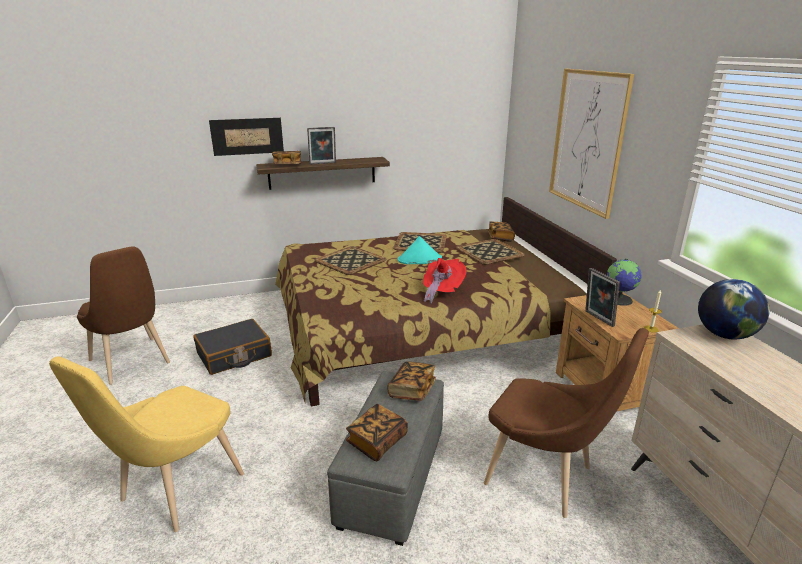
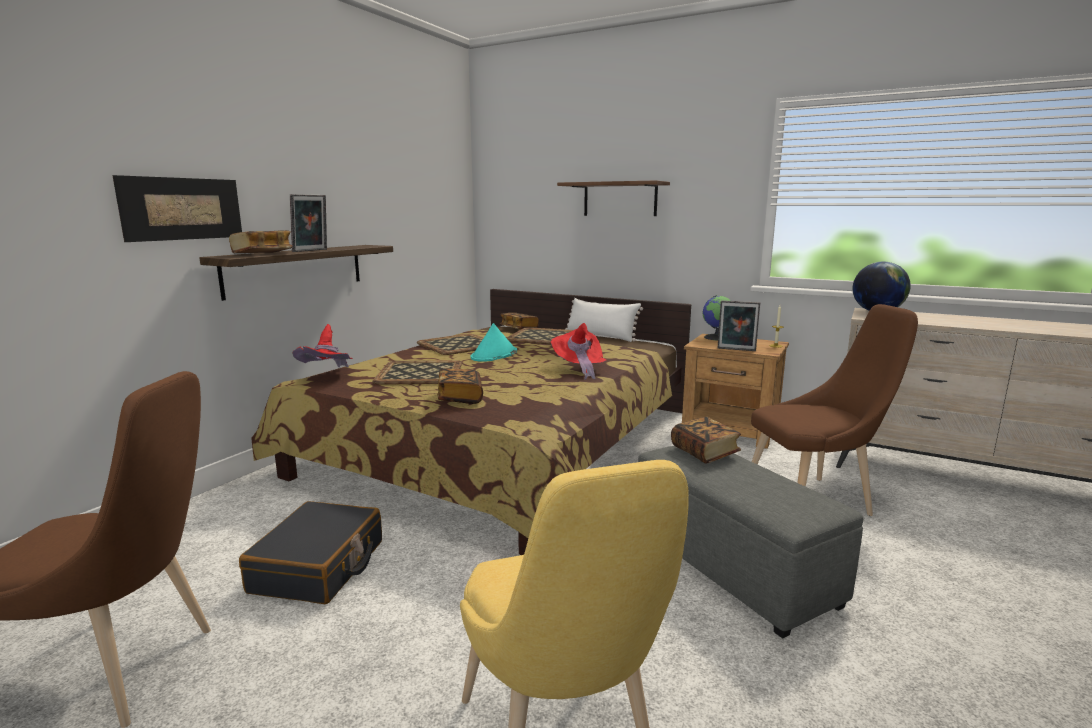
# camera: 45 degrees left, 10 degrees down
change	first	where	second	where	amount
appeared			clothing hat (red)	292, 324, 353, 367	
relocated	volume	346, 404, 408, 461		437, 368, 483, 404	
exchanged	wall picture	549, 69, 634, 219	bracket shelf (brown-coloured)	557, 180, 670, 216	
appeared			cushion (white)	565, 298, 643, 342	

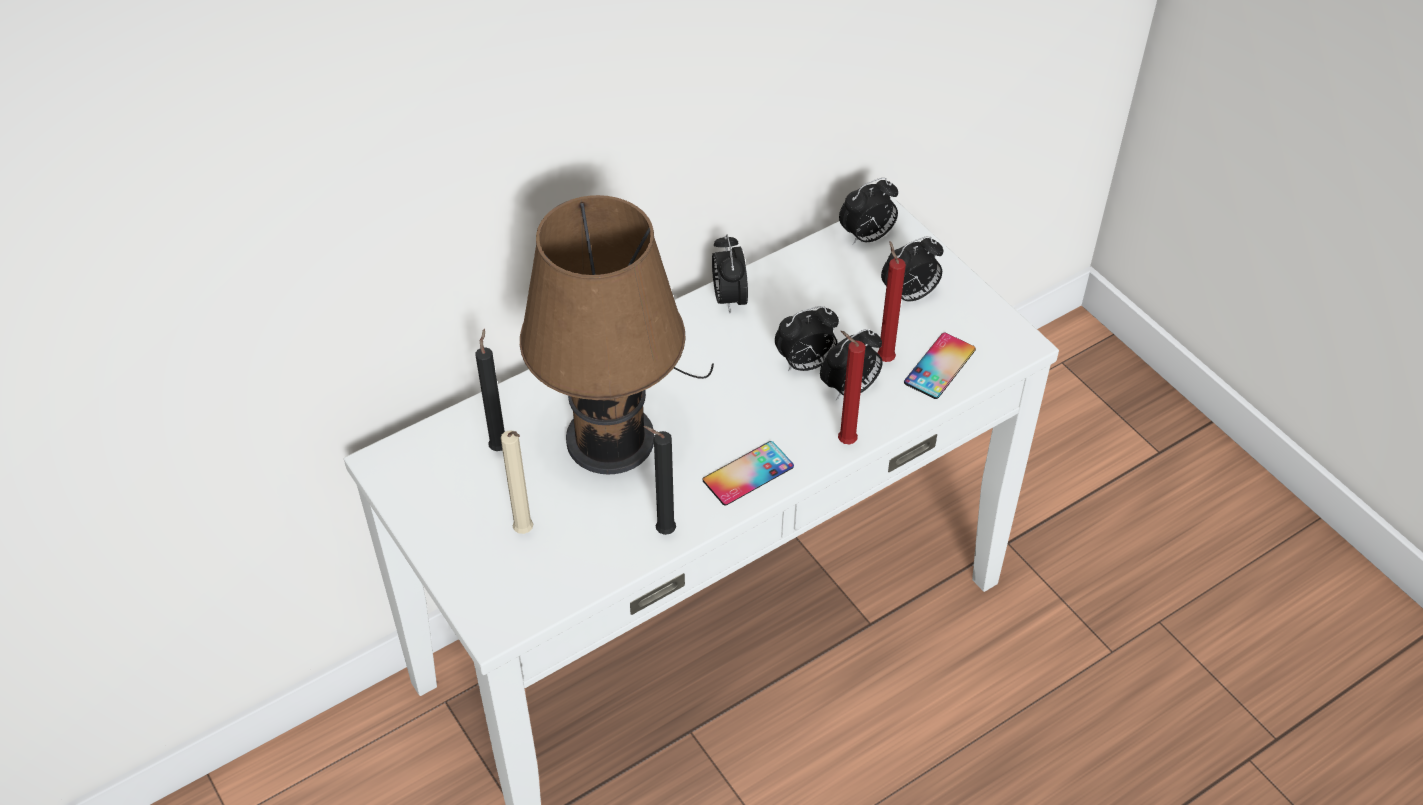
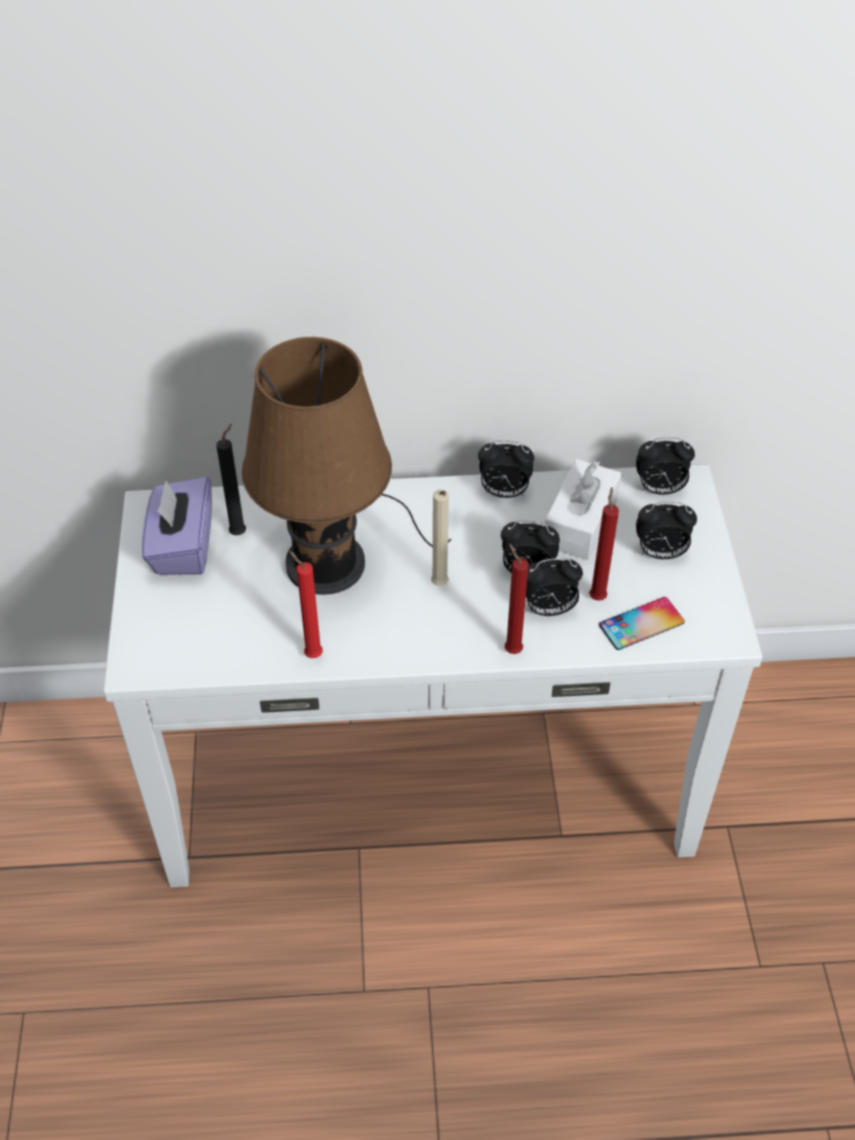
# camera: 30 degrees right, 0 degrees up
change	first	where	second	where	amount
appeared			tissue box (purplish)	142, 477, 212, 575	
colour	wax light (blackish)	643, 426, 676, 535	wax light (red)	289, 551, 323, 658	
relocated	wax light (sand-coloured)	501, 430, 533, 534		431, 490, 449, 586	
spun	table clock	712, 234, 748, 313		478, 440, 534, 498	105 degrees counterclockwise
appeared			tissue box (white)	545, 459, 621, 560	
missing	handset	703, 441, 794, 506			

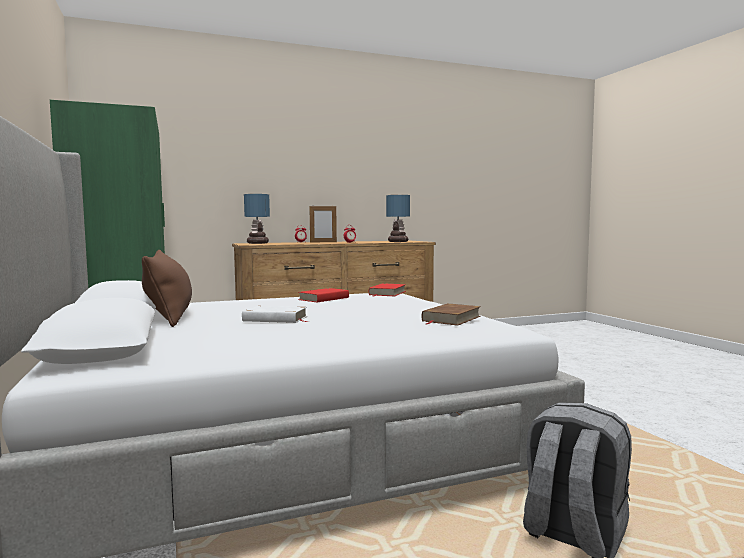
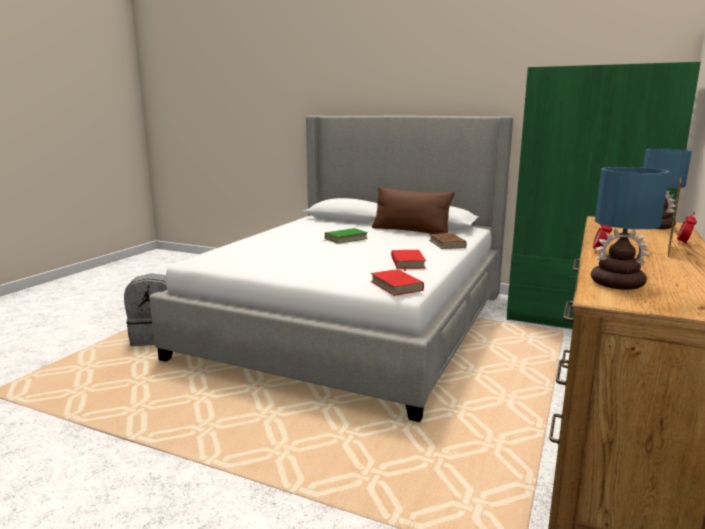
# camera: 135 degrees right, 10 degrees up
change	first	where	second	where	amount
colour	volume (white)	242, 306, 308, 323	volume (green)	324, 228, 368, 244	
relocated	volume (brown-coloured)	422, 303, 481, 326		429, 233, 467, 249	

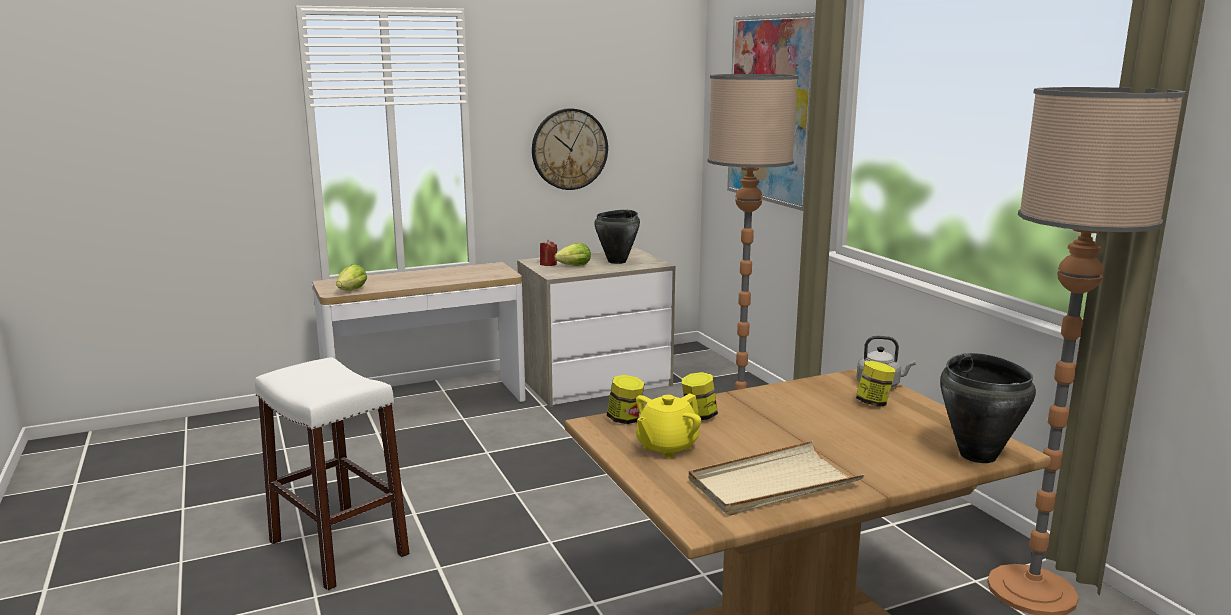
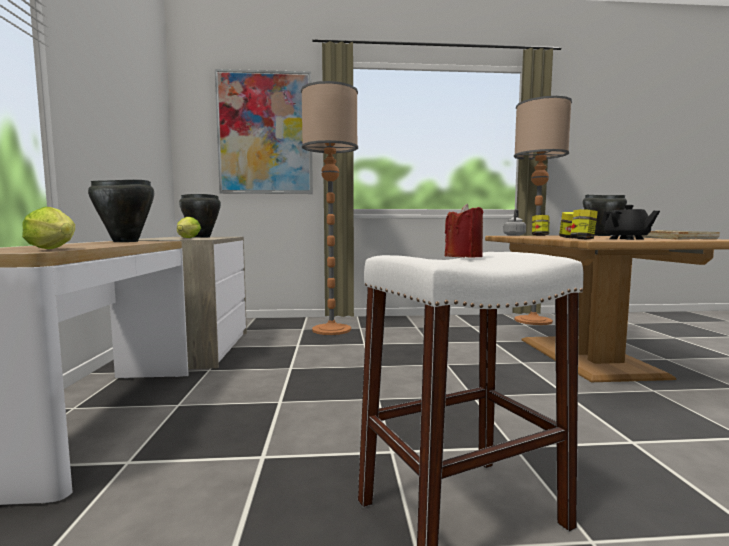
# camera: 70 degrees left, 10 degrees down
change	first	where	second	where	amount
appeared			stockpot (blackish)	88, 180, 154, 242	
relocated	wax light (red)	540, 240, 557, 266		445, 204, 483, 258	
colour	teapot (yellow-coloured)	636, 393, 701, 458	teapot (blackish)	601, 205, 660, 240	
missing	hanging clock	532, 108, 608, 190			

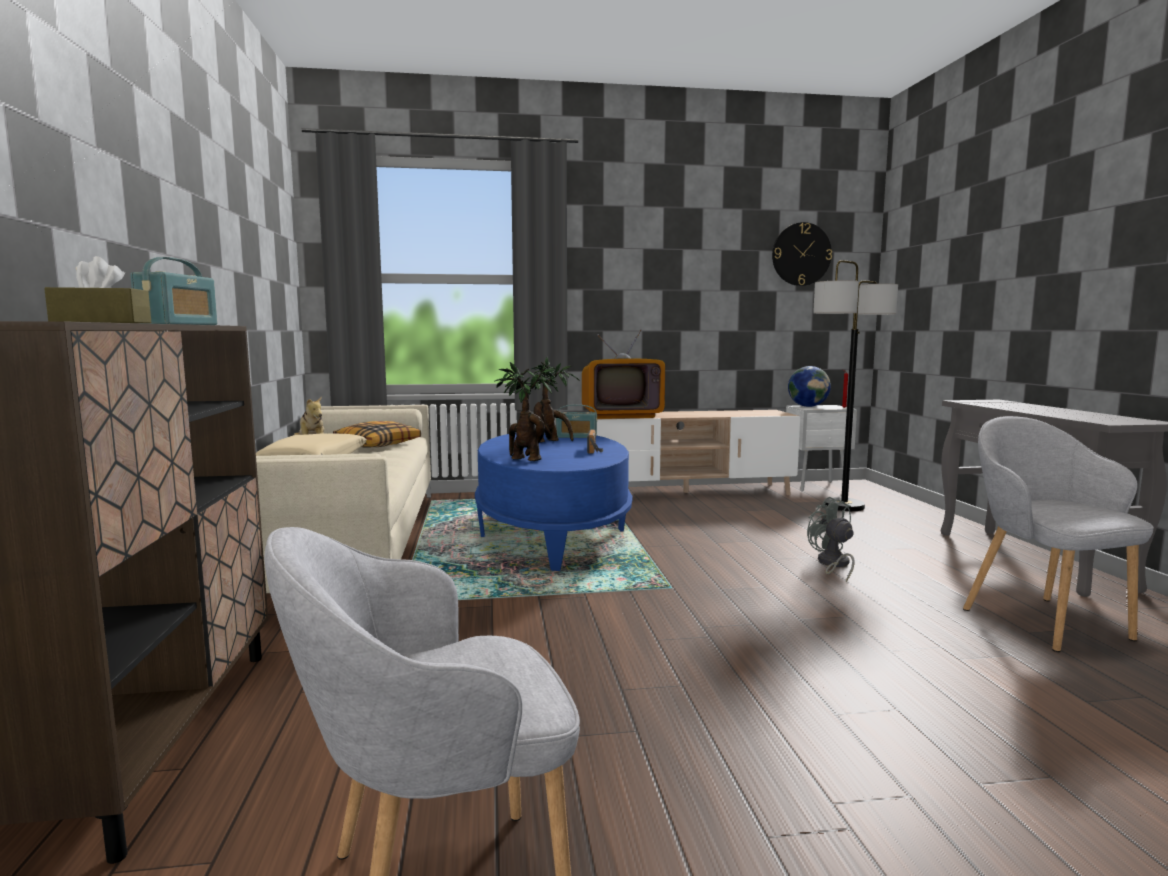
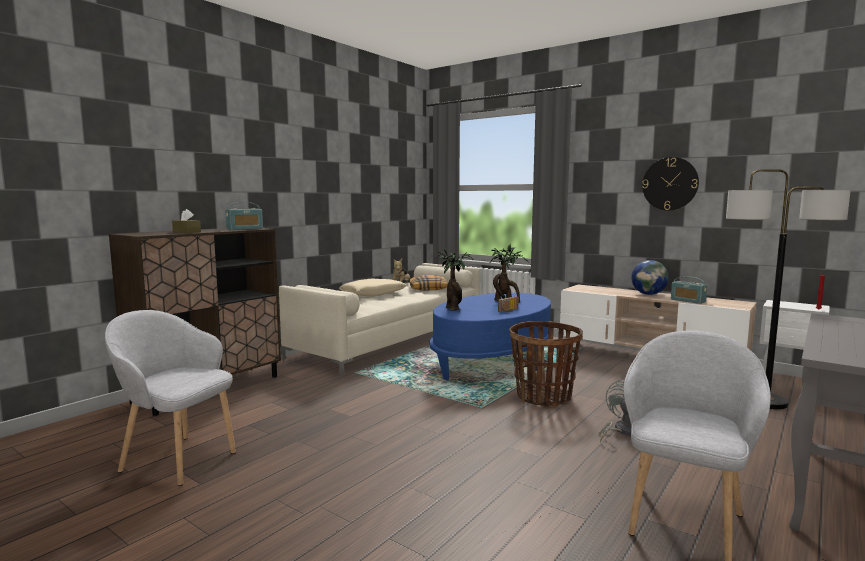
# camera: 45 degrees right, 0 degrees up
change	first	where	second	where	amount
appeared			basket	509, 321, 583, 407	
relocated	globe	788, 366, 831, 407		631, 260, 669, 295	
relocated	hanging clock	772, 222, 832, 286		642, 157, 699, 210	
relocated	radio receiver	556, 405, 597, 438		671, 276, 707, 304	
missing	TV set	582, 329, 665, 419			

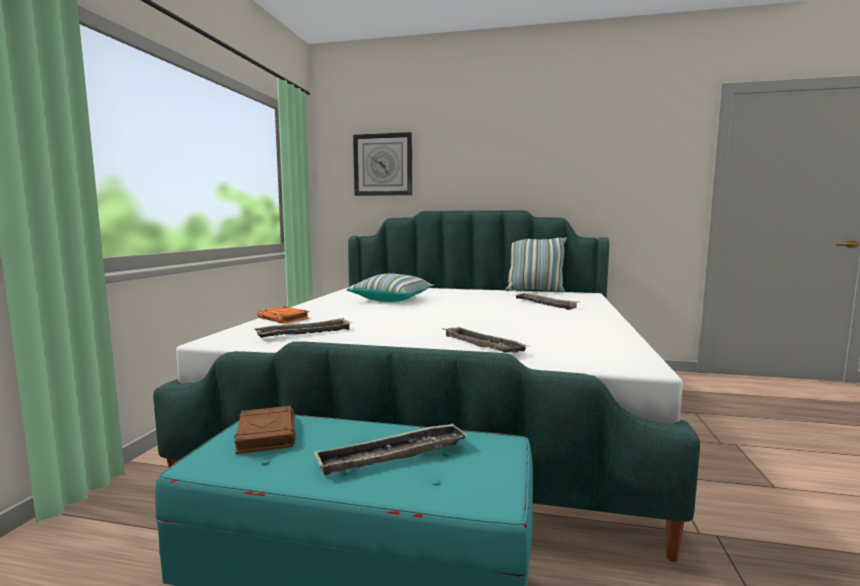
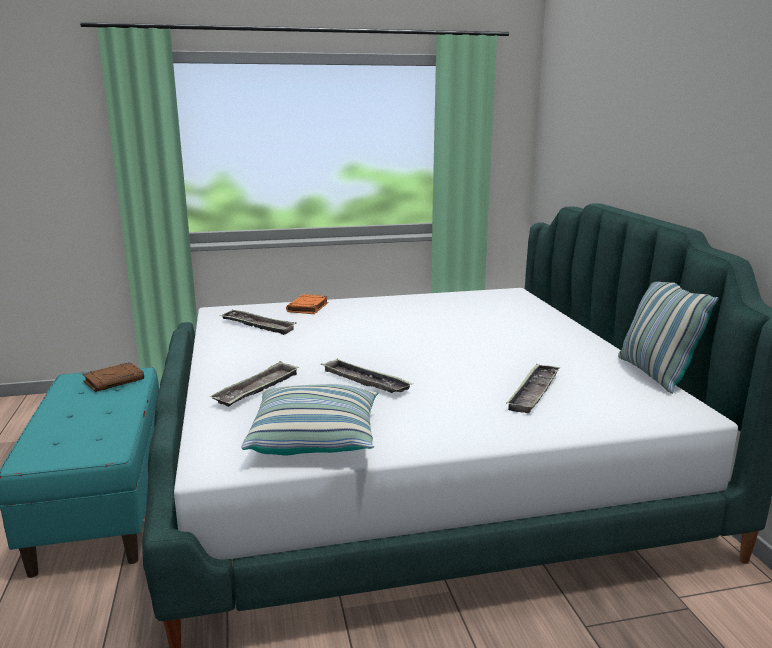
# camera: 65 degrees right, 10 degrees up
change	first	where	second	where	amount
relocated	cushion	347, 273, 434, 302		242, 384, 378, 455	
relocated	tray	313, 423, 468, 475		321, 358, 413, 393	
missing	hanging clock	353, 132, 412, 196			

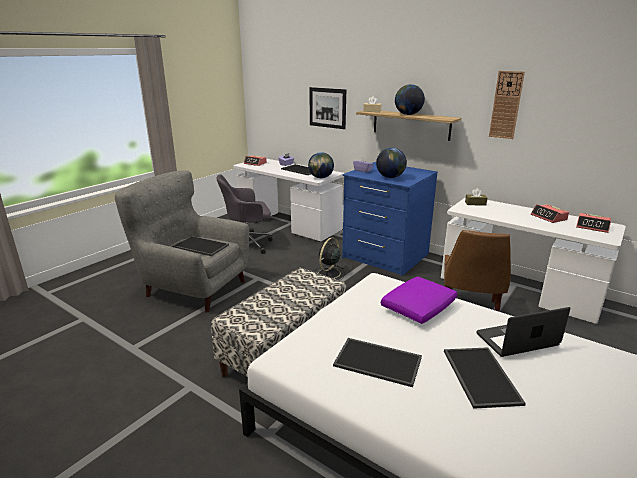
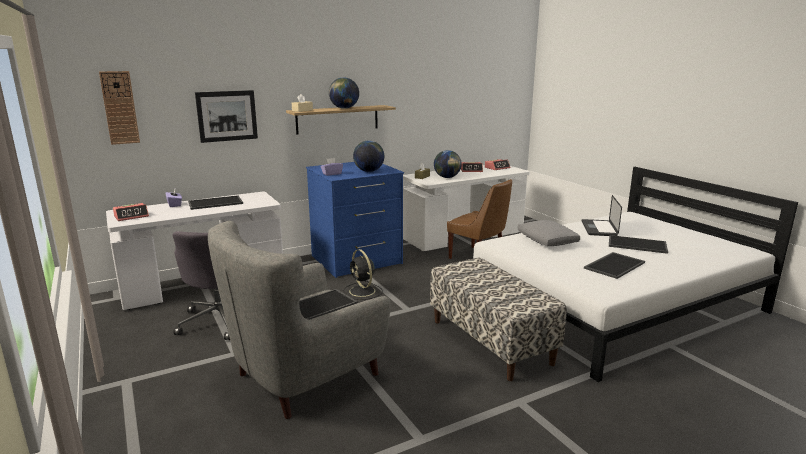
# camera: 65 degrees left, 5 degrees down
change	first	where	second	where	amount
relocated	hanging clock	489, 71, 525, 139		99, 71, 140, 145	
relocated	globe	308, 152, 334, 178		434, 150, 462, 178	
colour	cushion (purplish)	381, 277, 457, 324	cushion (gray)	518, 220, 580, 246	

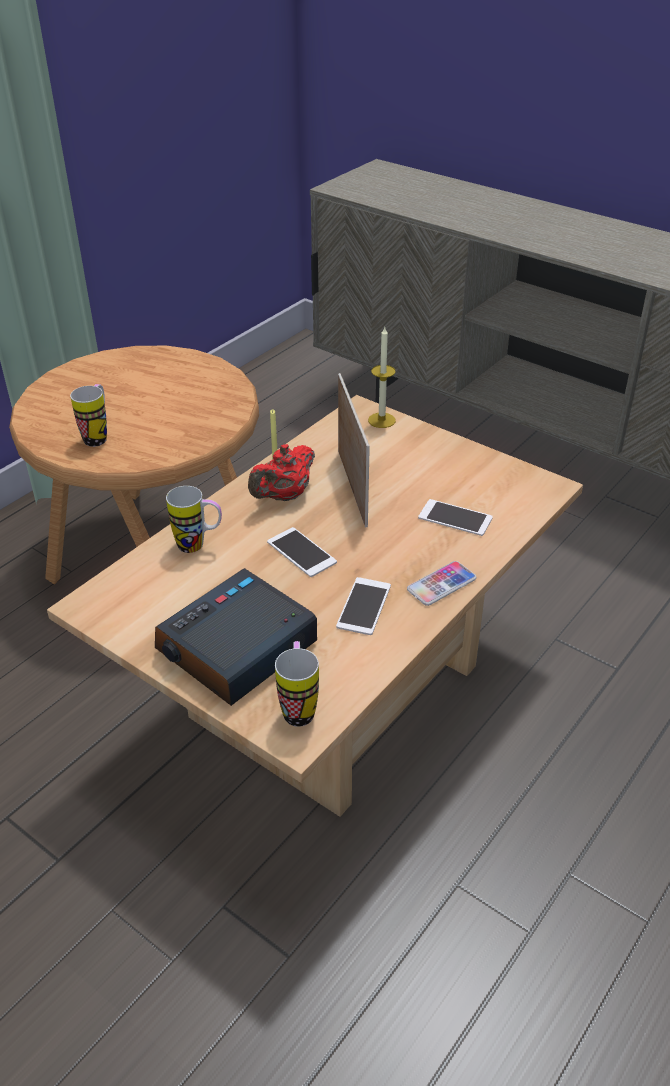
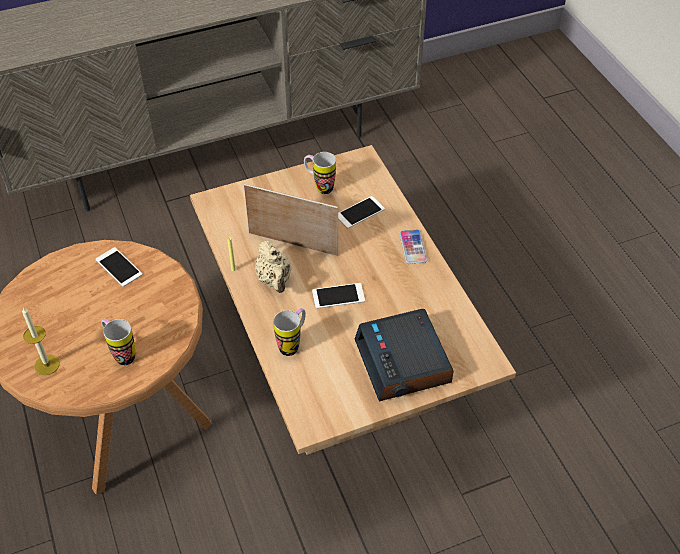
# camera: 60 degrees left, 10 degrees up
change	first	where	second	where	amount
relocated	wax light	368, 327, 396, 428		22, 307, 60, 375	
relocated	handset	336, 577, 391, 635		95, 247, 143, 287	
colour	teapot (red)	248, 444, 315, 501	teapot (sand-coloured)	255, 241, 292, 293	
relocated	tea mug	275, 641, 319, 727		304, 152, 336, 194	

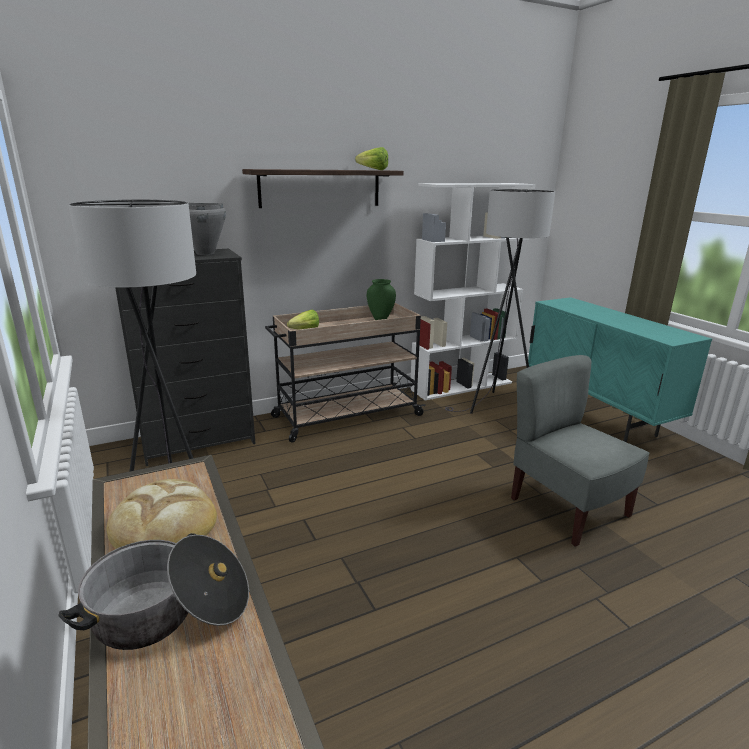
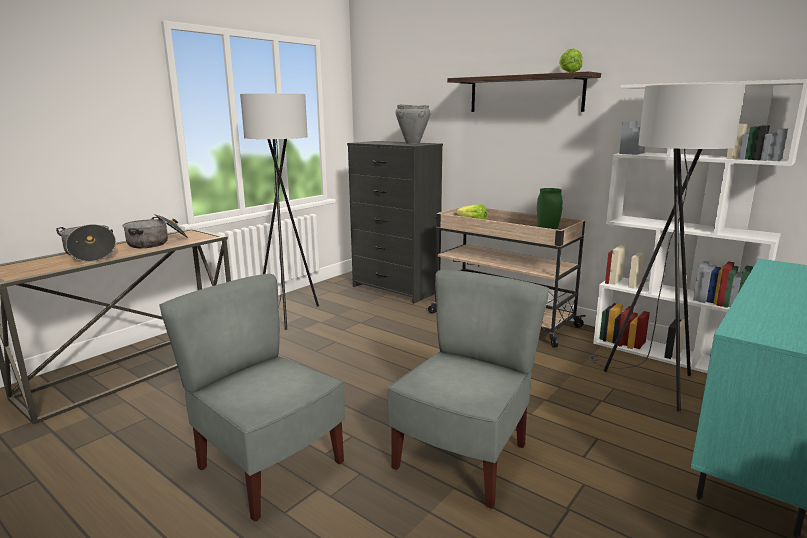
# camera: 65 degrees right, 5 degrees down
change	first	where	second	where	amount
exchanged	bakery bread	106, 479, 217, 549	stockpot	122, 214, 188, 248	
appeared			upright chair (gray)	159, 274, 345, 522	

